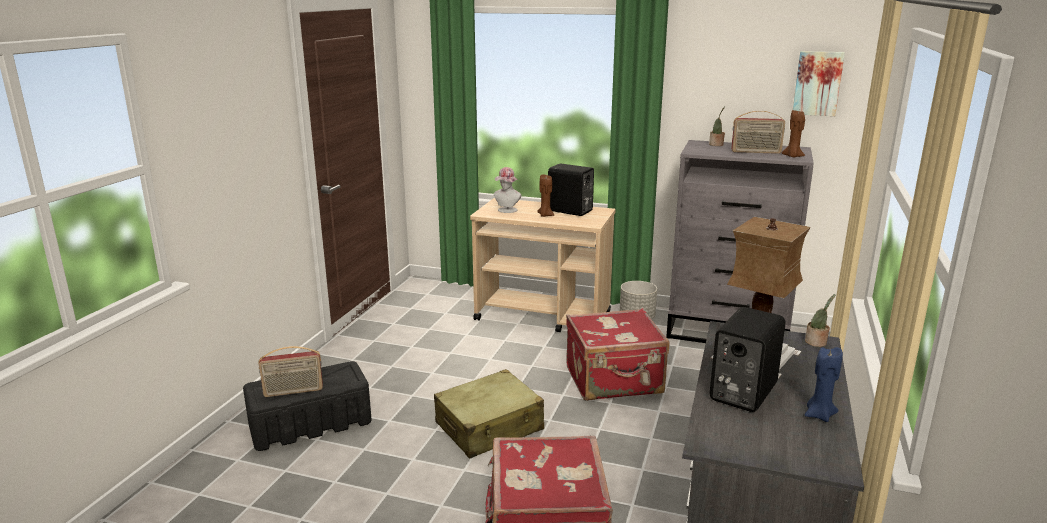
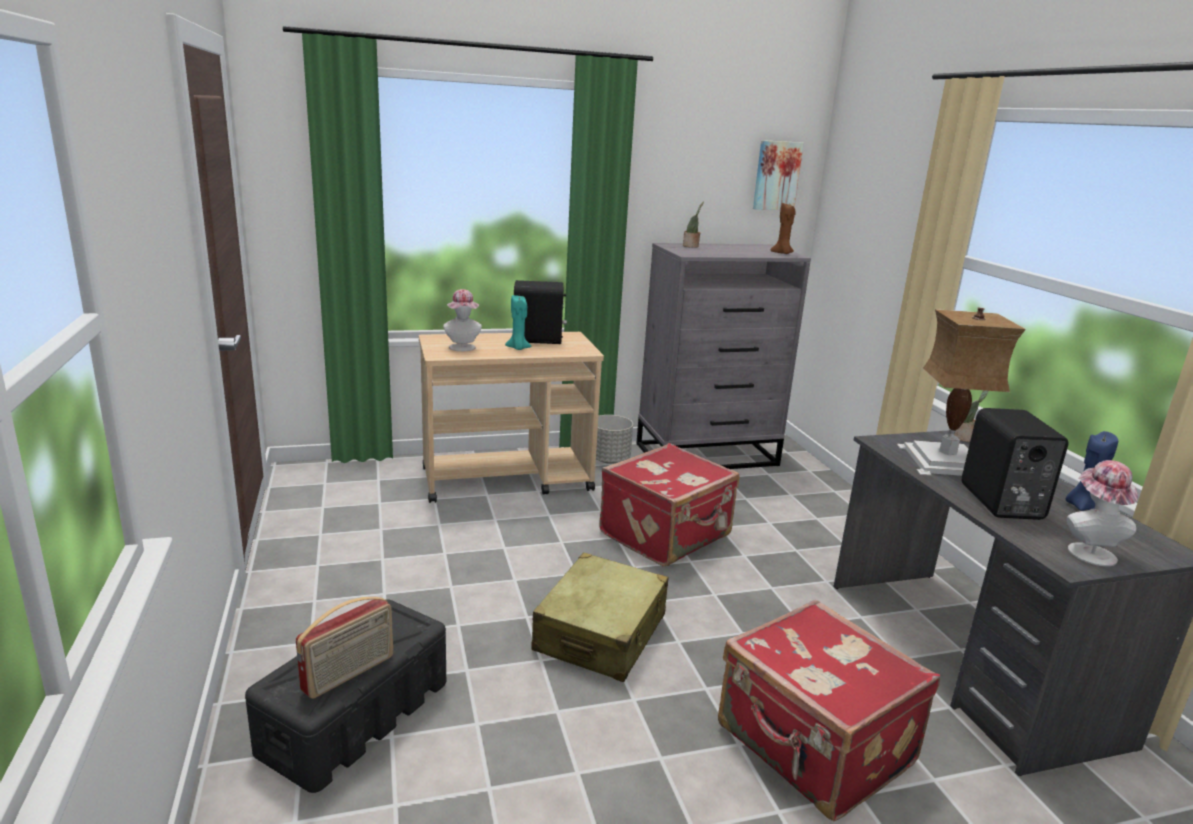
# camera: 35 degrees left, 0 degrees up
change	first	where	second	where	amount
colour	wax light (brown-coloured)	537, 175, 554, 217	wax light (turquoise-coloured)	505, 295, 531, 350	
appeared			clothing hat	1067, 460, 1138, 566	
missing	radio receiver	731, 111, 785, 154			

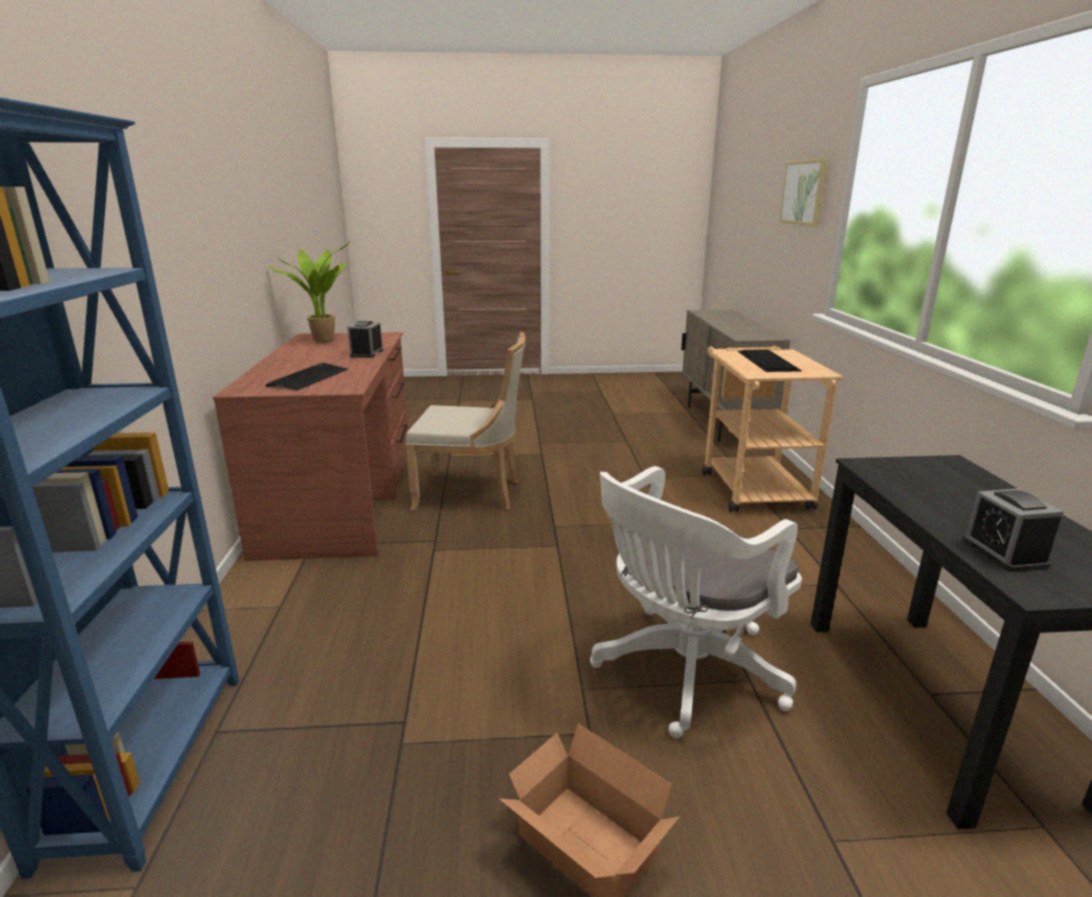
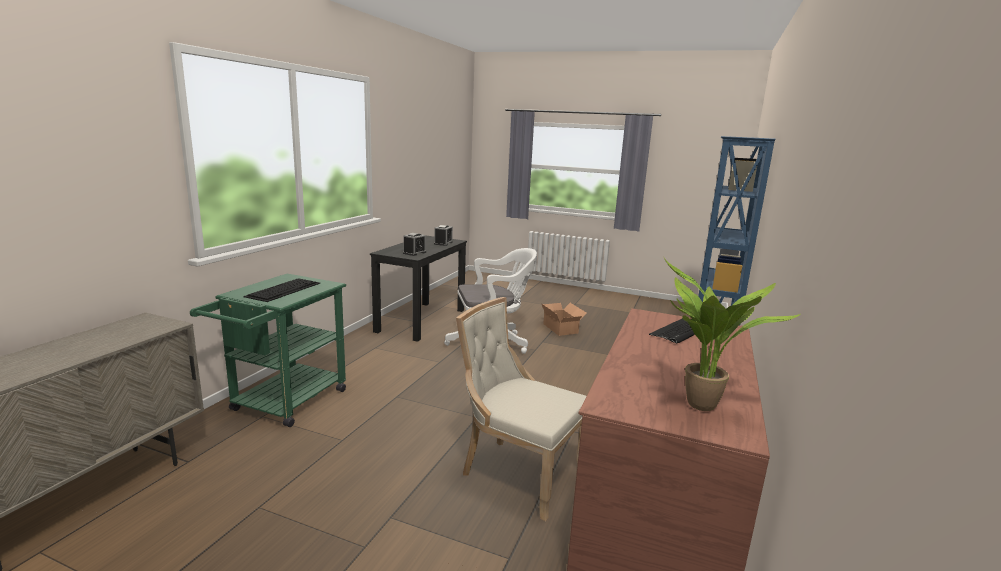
# camera: 155 degrees left, 5 degrees down
change	first	where	second	where	amount
colour	cart (sand-coloured)	702, 346, 843, 512	cart (green)	190, 274, 346, 427	
relocated	table clock	347, 321, 383, 358		403, 233, 426, 256	
missing	wall picture	779, 158, 828, 227			

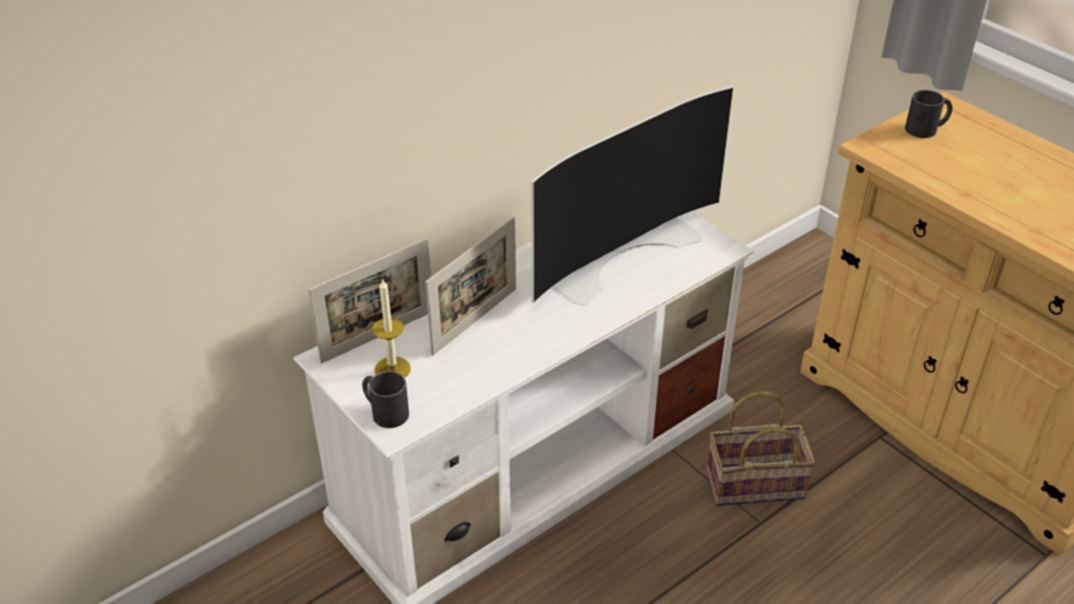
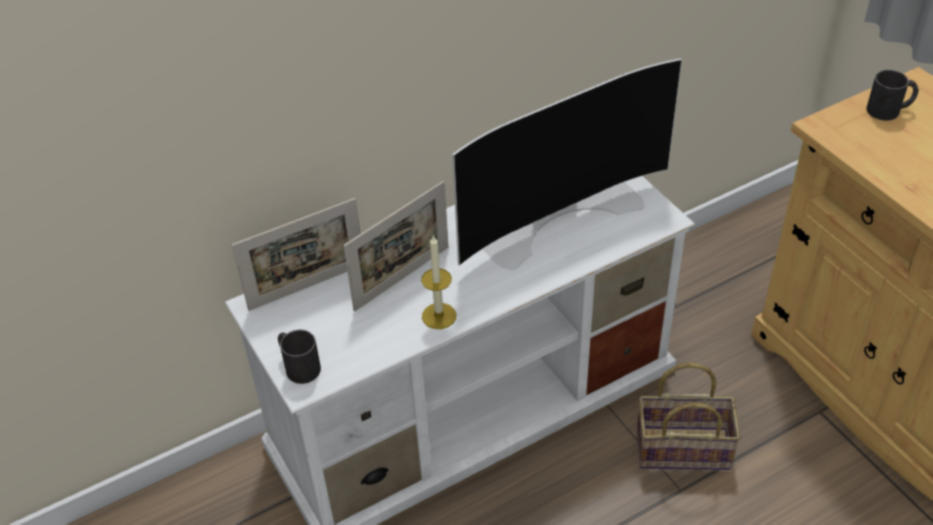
# camera: 10 degrees right, 5 degrees up
change	first	where	second	where	amount
relocated	wax light	372, 278, 411, 378		421, 235, 456, 329	

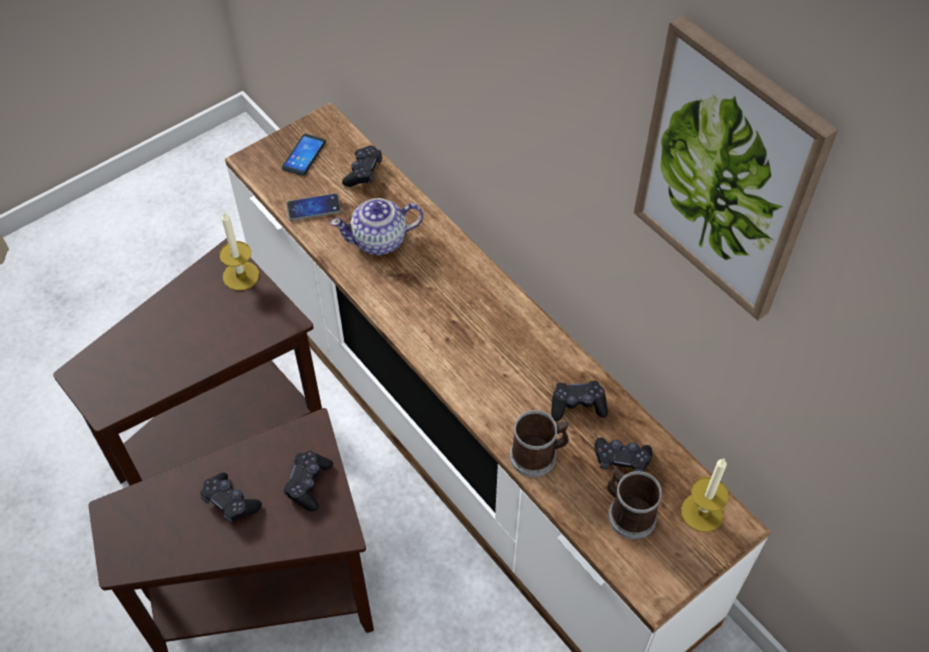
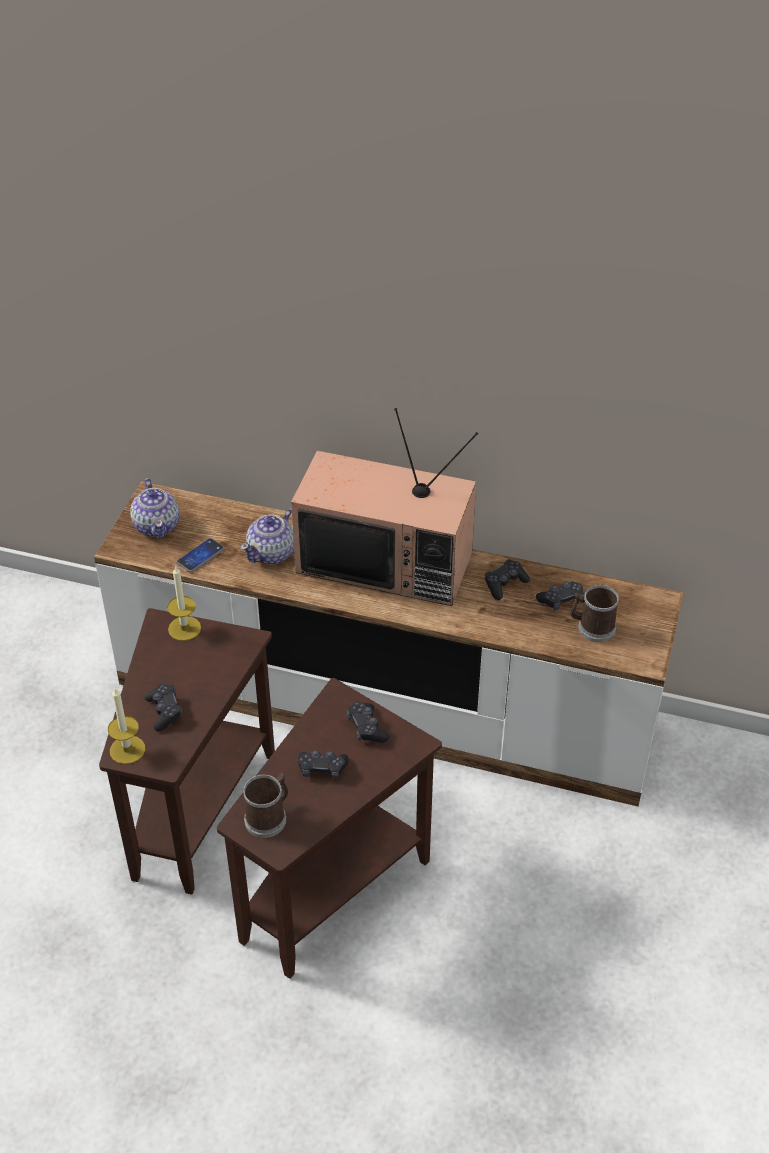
# camera: 35 degrees left, 10 degrees down
change	first	where	second	where	amount
relocated	wax light	681, 459, 729, 532		108, 688, 145, 764	
exchanged	handset	282, 134, 326, 176	teapot	130, 478, 179, 538	
relocated	game controller (blackish)	342, 146, 382, 187		145, 684, 182, 731	
relocated	tea mug	510, 410, 569, 477		243, 773, 288, 838	
appeared			TV set	291, 408, 478, 606	
missing	wall picture	634, 15, 838, 321			

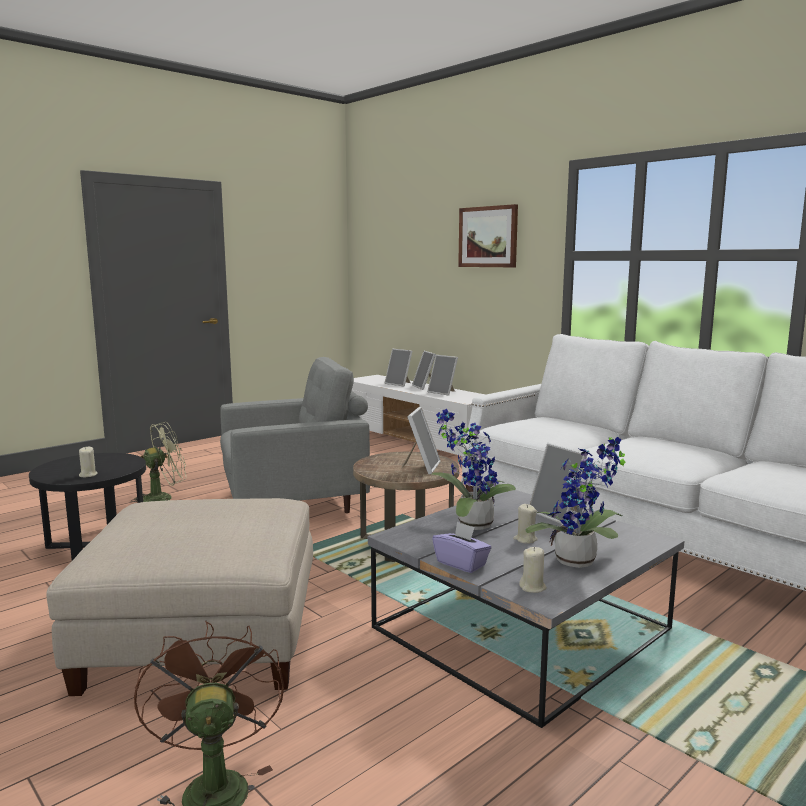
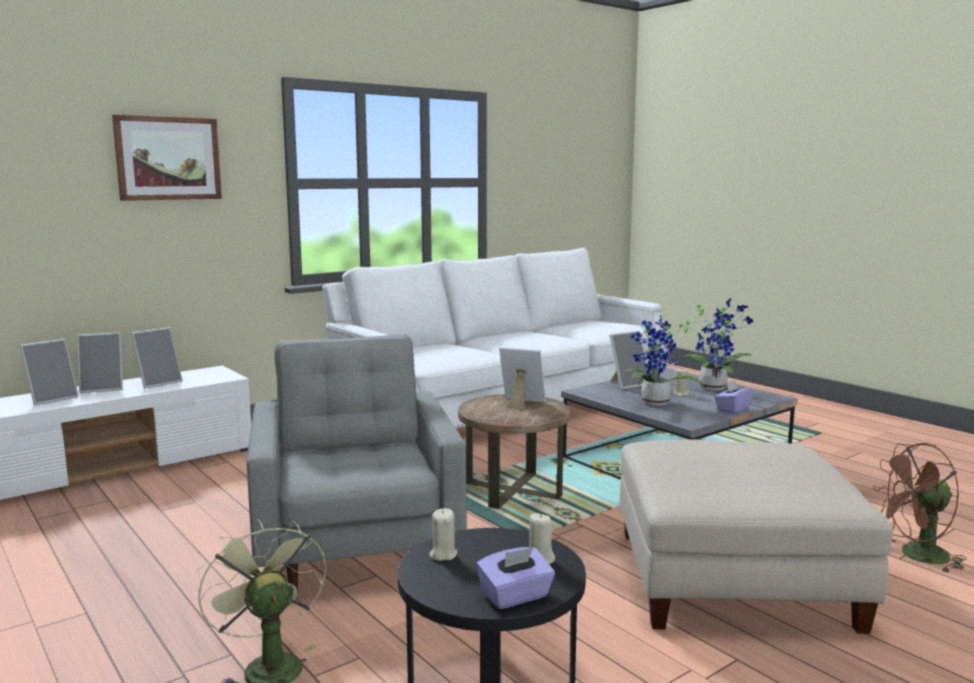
# camera: 85 degrees left, 0 degrees up
change	first	where	second	where	amount
relocated	wax light (sand-coloured)	519, 547, 547, 593		430, 508, 457, 561	
appeared			tissue box (purplish)	476, 547, 555, 609	

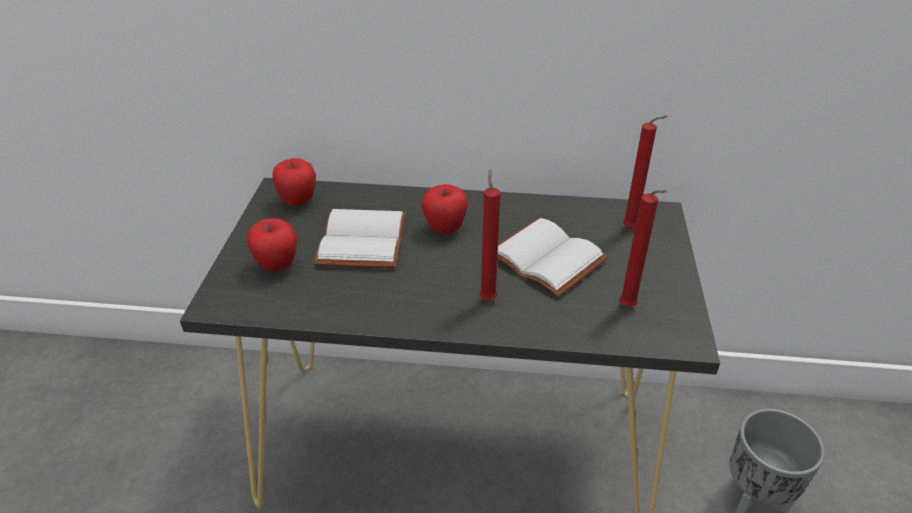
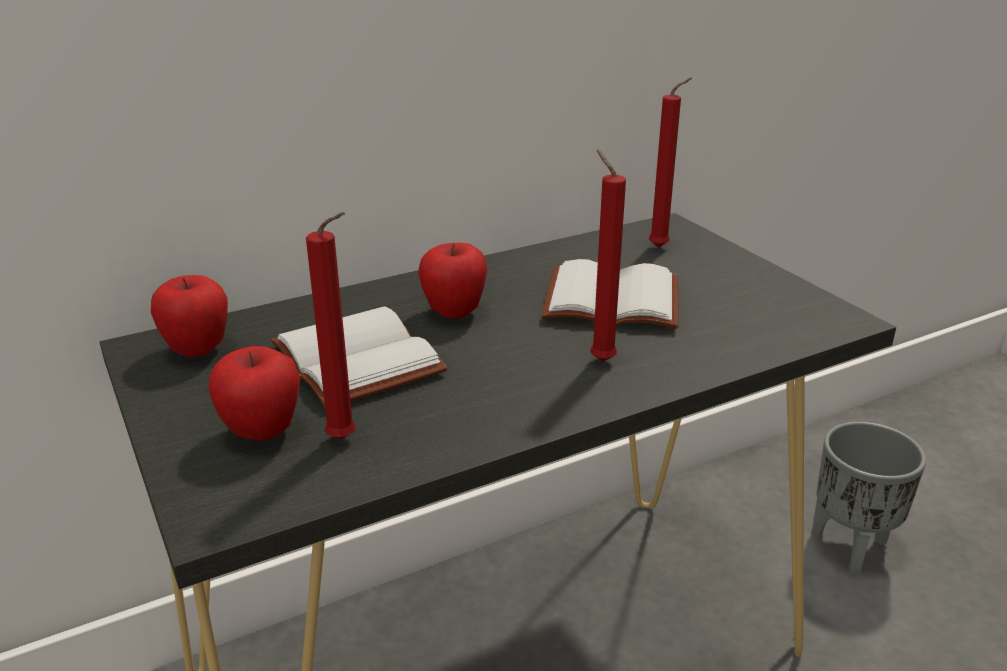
# camera: 35 degrees left, 10 degrees down
change	first	where	second	where	amount
relocated	wax light (red)	619, 190, 667, 307		306, 212, 356, 439	

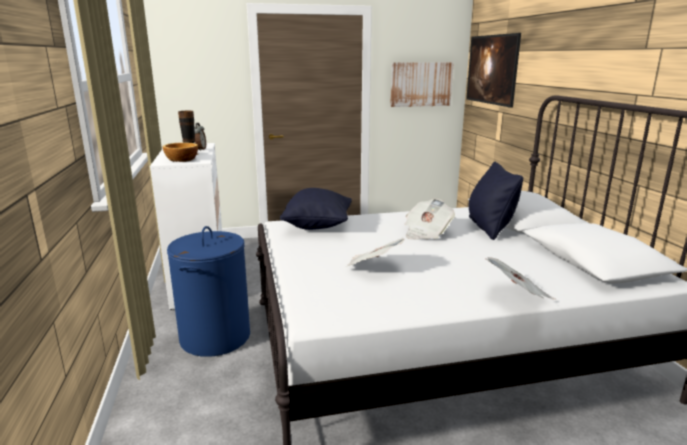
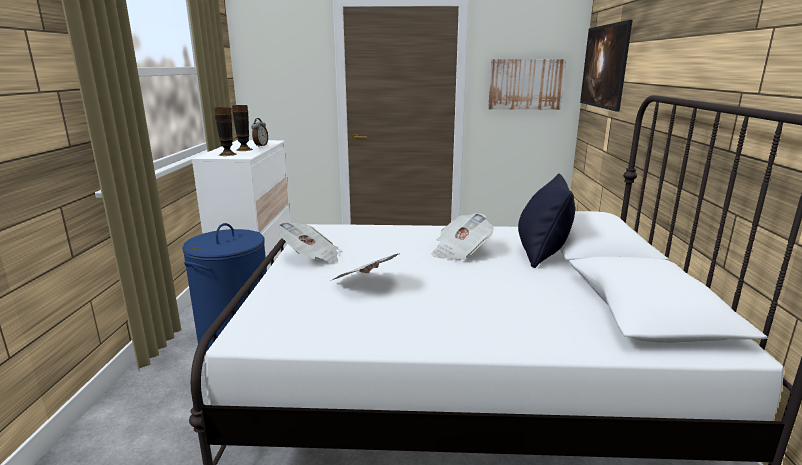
# camera: 15 degrees right, 0 degrees up
change	first	where	second	where	amount
exchanged	deep dish	163, 142, 198, 162	flower vase	214, 107, 237, 156	
relocated	newspaper	486, 257, 556, 300		278, 222, 339, 264	
missing	cushion (blackish)	280, 188, 352, 230			

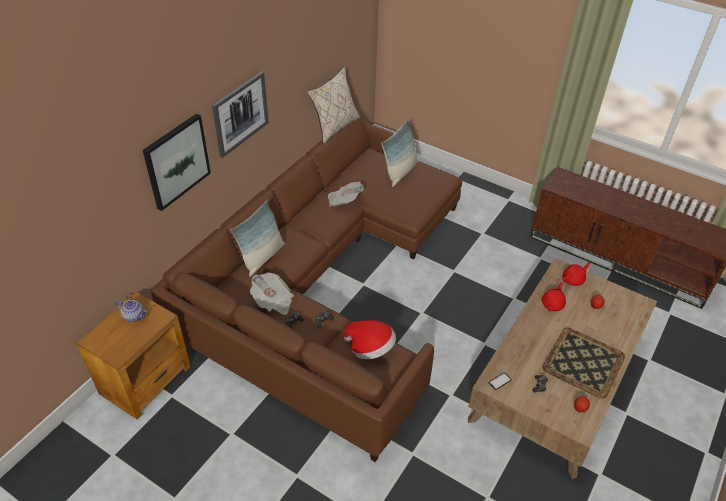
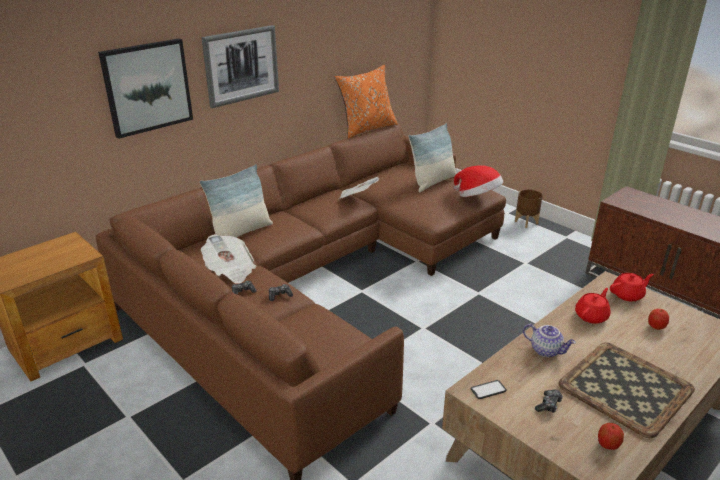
# camera: 15 degrees right, 15 degrees down
change	first	where	second	where	amount
colour	cushion (sand-coloured)	307, 66, 360, 143	cushion (orange-coloured)	334, 65, 398, 139	
relocated	clothing hat	343, 320, 396, 359		454, 165, 503, 197	
appeared			planter (brown-coloured)	515, 189, 543, 228	
relocated	teapot	115, 300, 147, 322		523, 324, 576, 357	

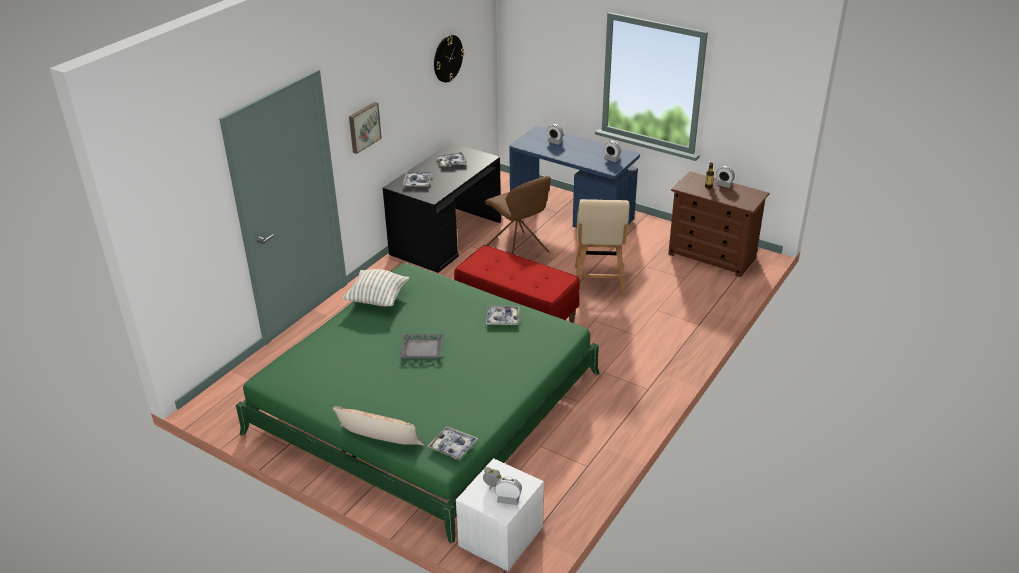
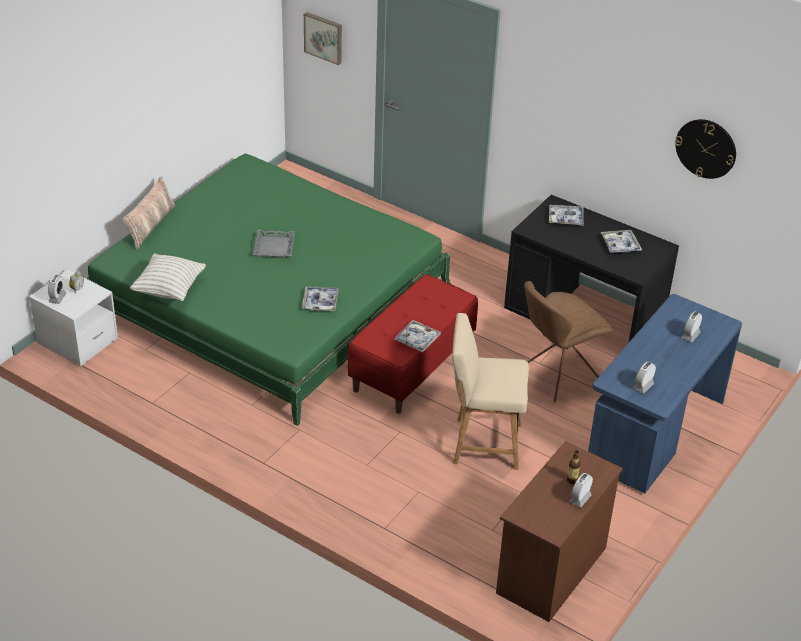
# camera: 90 degrees right, 5 degrees up
change	first	where	second	where	amount
relocated	cushion	343, 269, 409, 307		130, 254, 206, 301	
relocated	wall picture	349, 102, 382, 154		304, 12, 342, 65	
relocated	tray	427, 426, 478, 460		393, 320, 441, 352	

